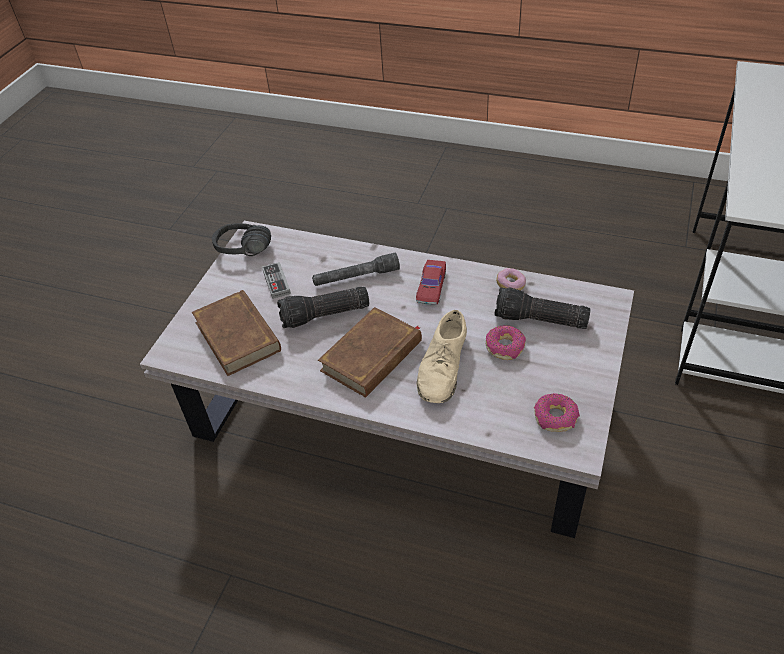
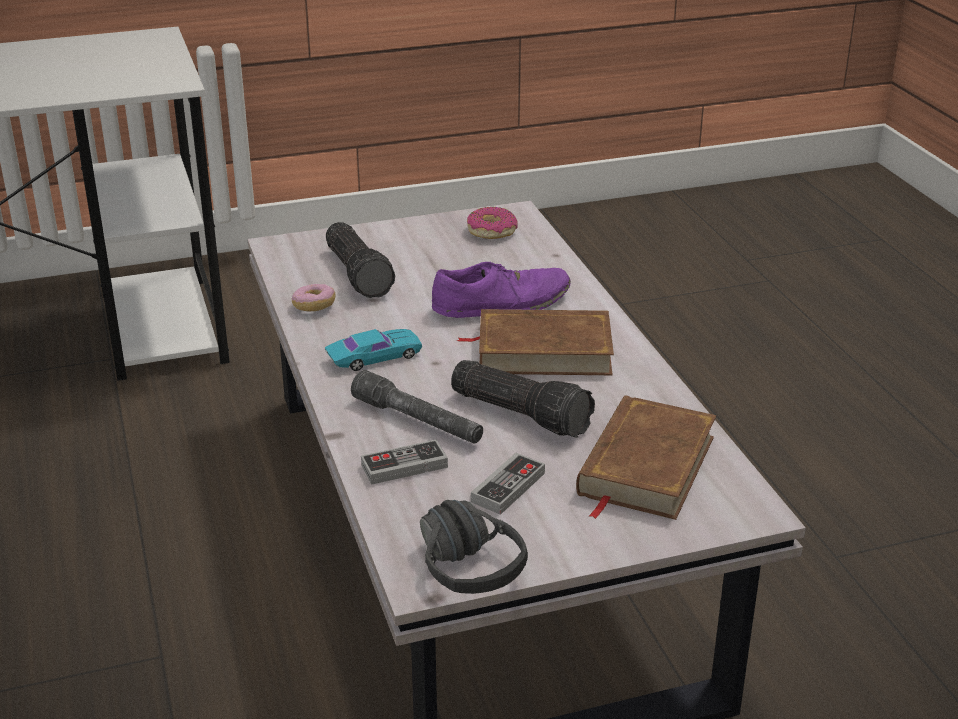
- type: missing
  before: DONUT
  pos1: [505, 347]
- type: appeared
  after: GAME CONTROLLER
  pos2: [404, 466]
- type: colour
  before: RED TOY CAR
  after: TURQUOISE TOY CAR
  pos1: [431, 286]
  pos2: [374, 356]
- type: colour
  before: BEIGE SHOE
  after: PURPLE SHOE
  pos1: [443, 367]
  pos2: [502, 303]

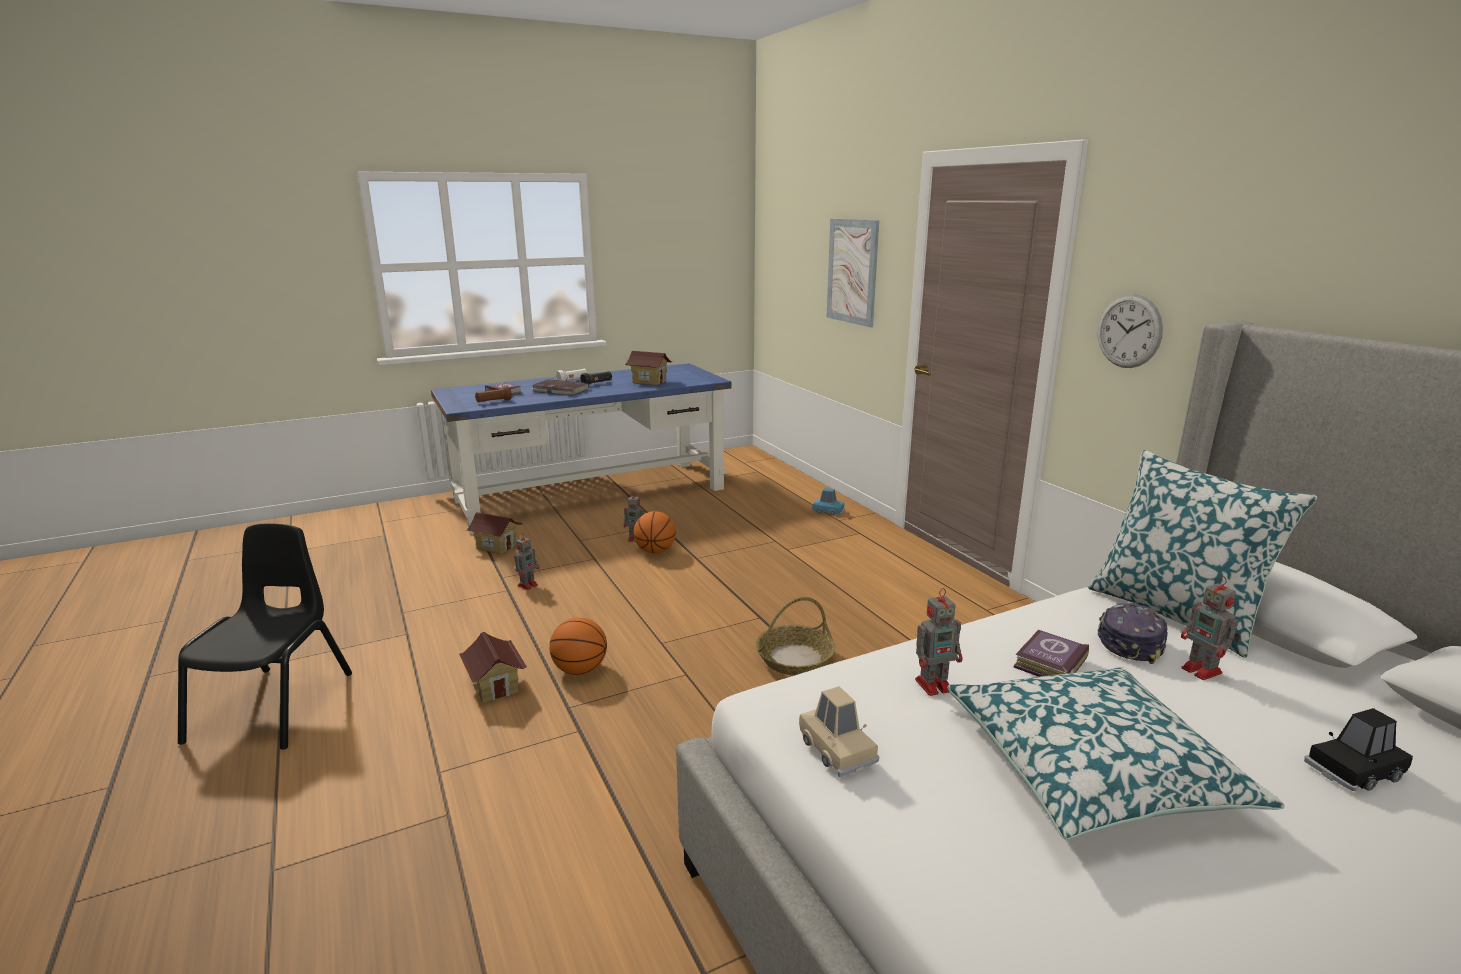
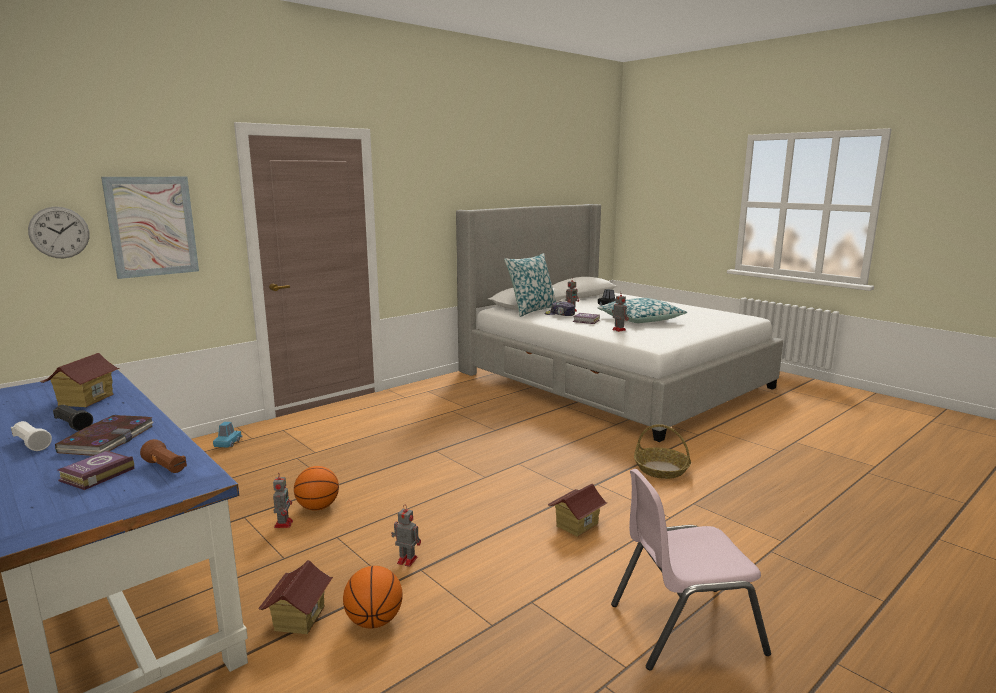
- type: missing
  before: BEIGE TOY CAR
  pos1: [837, 749]
- type: relocated
  before: BASKETBALL
  pos1: [580, 670]
  pos2: [374, 621]
- type: relocated
  before: BASKET
  pos1: [794, 659]
  pos2: [661, 469]
- type: relocated
  before: WALL CLOCK
  pos1: [1129, 331]
  pos2: [59, 232]
- type: colour
  before: BLACK CHAIR
  after: PINK CHAIR
  pos1: [274, 706]
  pos2: [684, 627]

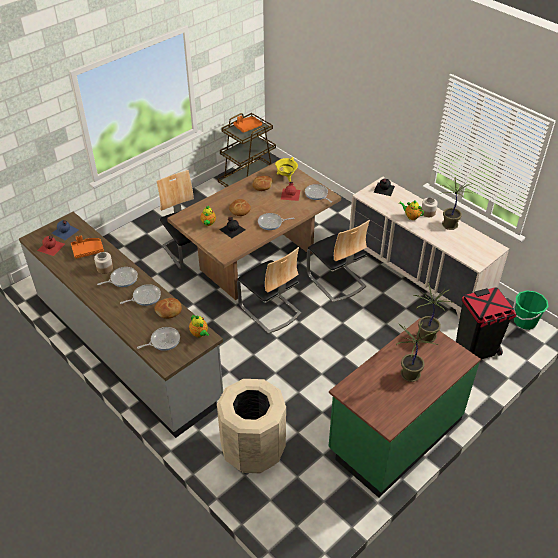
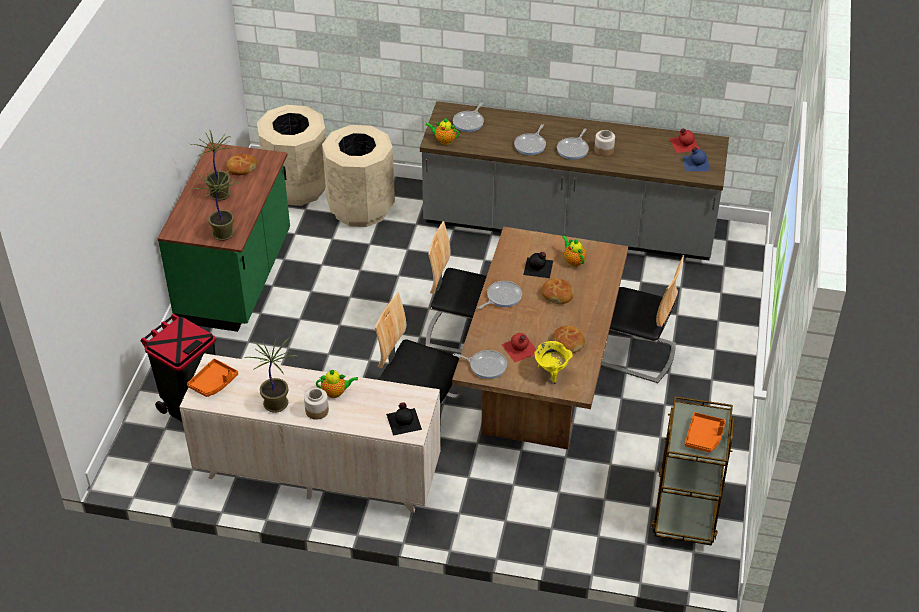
- type: missing
  before: GREEN BUCKET
  pos1: [524, 321]
- type: appeared
  after: BEIGE TRASH CAN
  pos2: [297, 187]
- type: relocated
  before: ORANGE TRAY
  pos1: [87, 250]
  pos2: [213, 383]
- type: relocated
  before: BREAD
  pos1: [169, 311]
  pos2: [241, 168]

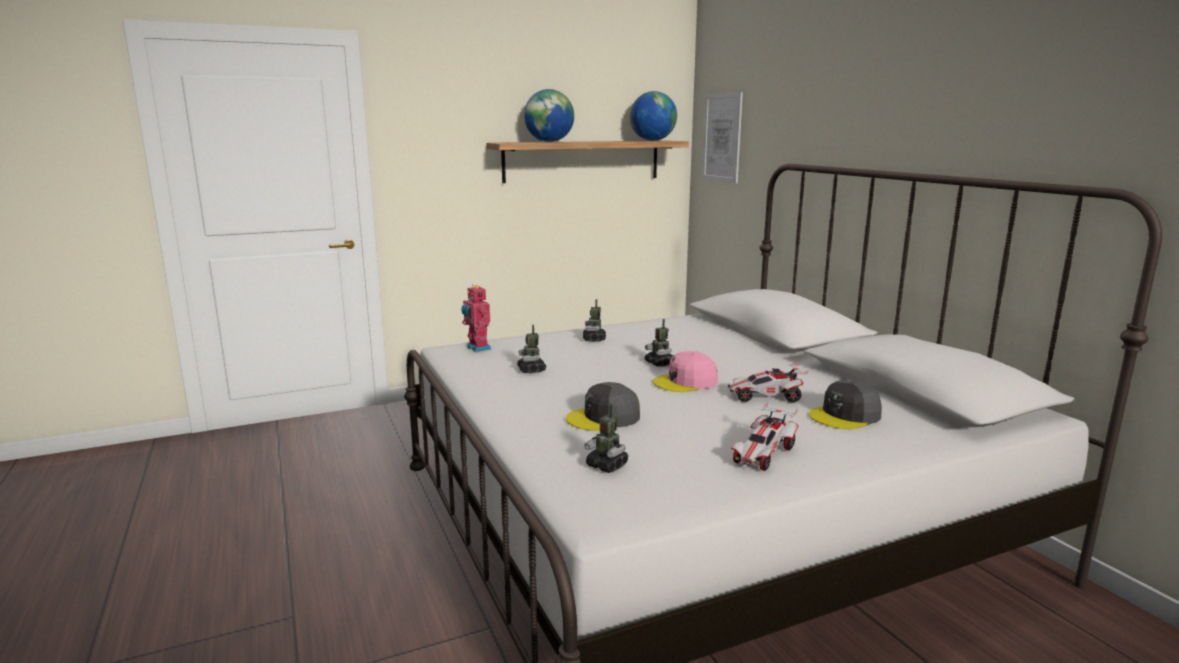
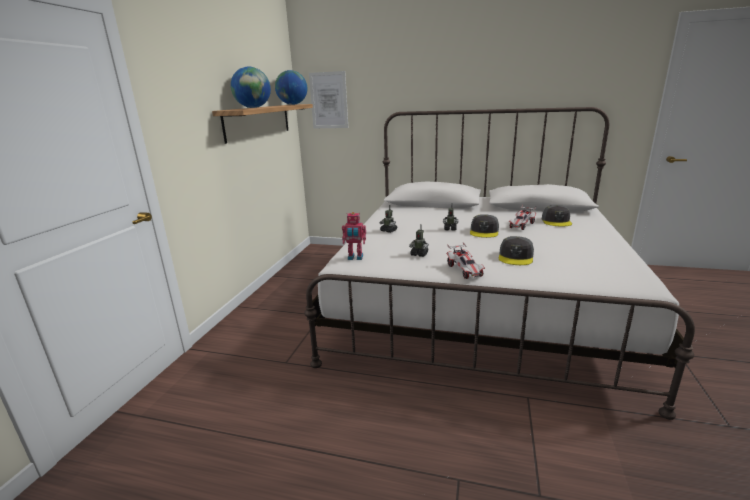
- type: missing
  before: TOY ROBOT
  pos1: [607, 466]
- type: relocated
  before: TOY CAR
  pos1: [763, 455]
  pos2: [465, 270]
- type: colour
  before: PINK CAP
  after: GREY CAP
  pos1: [686, 382]
  pos2: [484, 231]

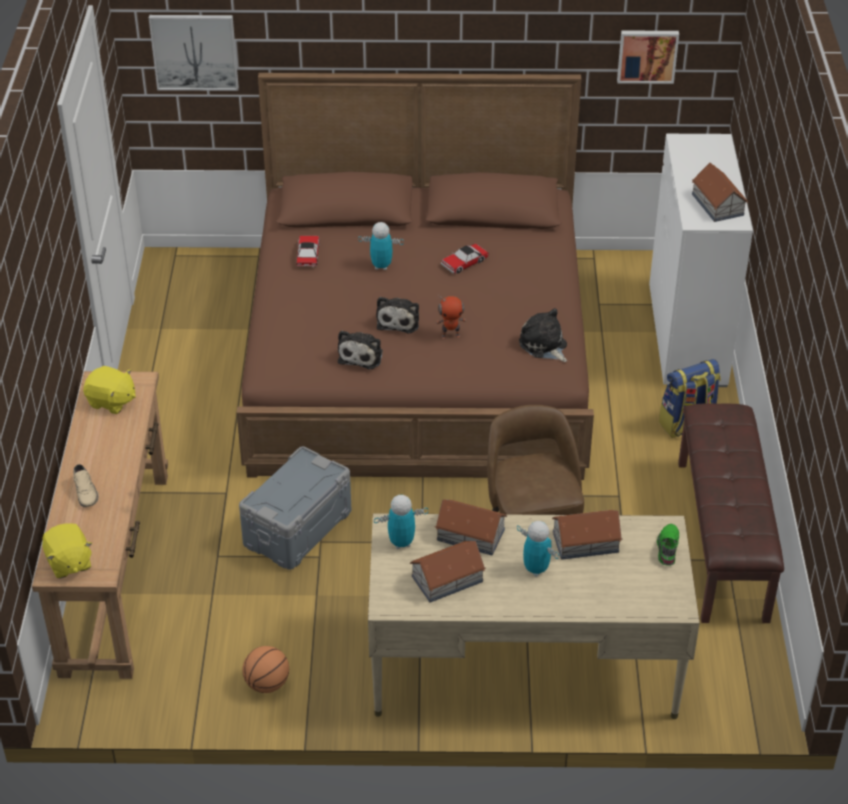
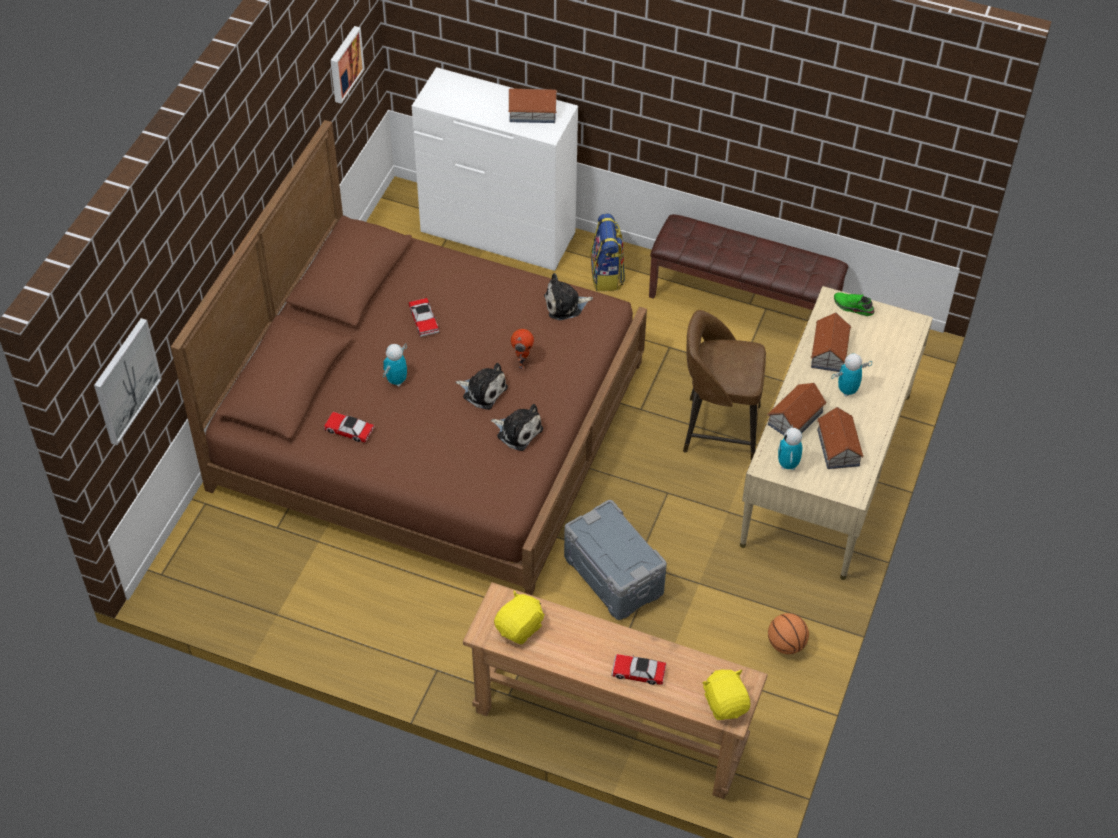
- type: exchanged
  before: BEIGE SHOE
  after: TOY CAR
  pos1: [86, 492]
  pos2: [638, 672]
- type: spun
  before: YELLOW PLUSH TOY
  pos1: [69, 563]
  pos2: [725, 703]
  turn: -105

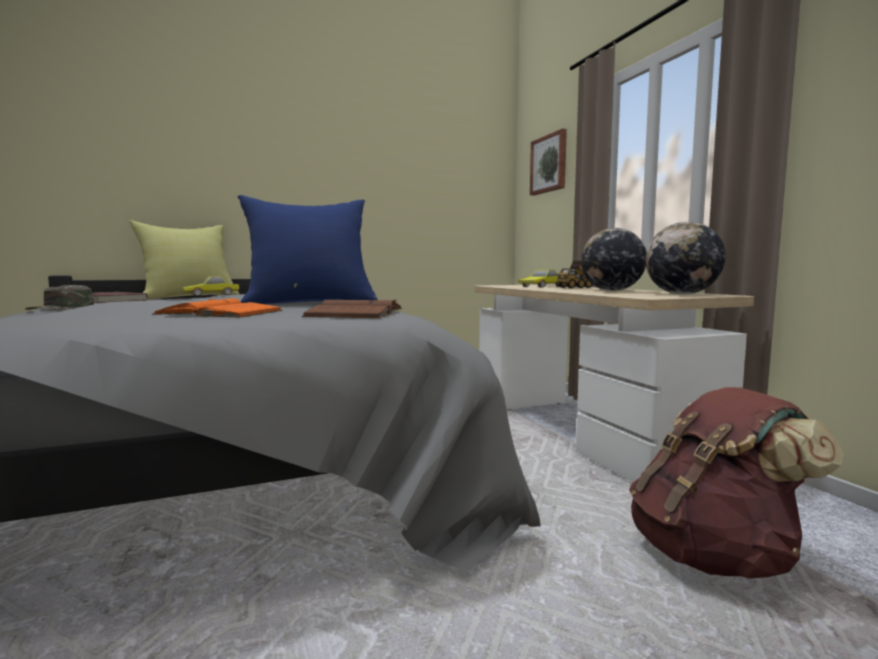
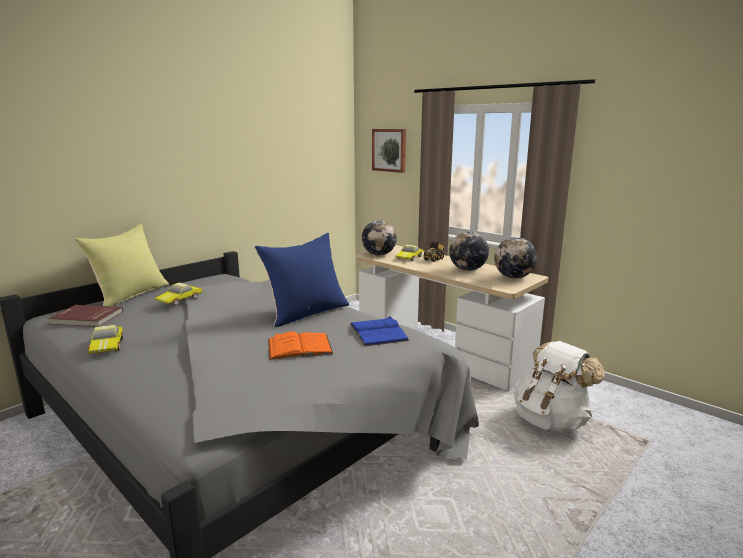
- type: appeared
  after: GLOBE
  pos2: [379, 255]
- type: exchanged
  before: GREEN CAP
  after: TOY CAR
  pos1: [62, 308]
  pos2: [108, 345]
- type: colour
  before: BROWN BOOK
  after: BLUE BOOK
  pos1: [356, 313]
  pos2: [378, 332]
- type: colour
  before: BROWN BACKPACK
  after: WHITE BACKPACK
  pos1: [714, 556]
  pos2: [551, 420]

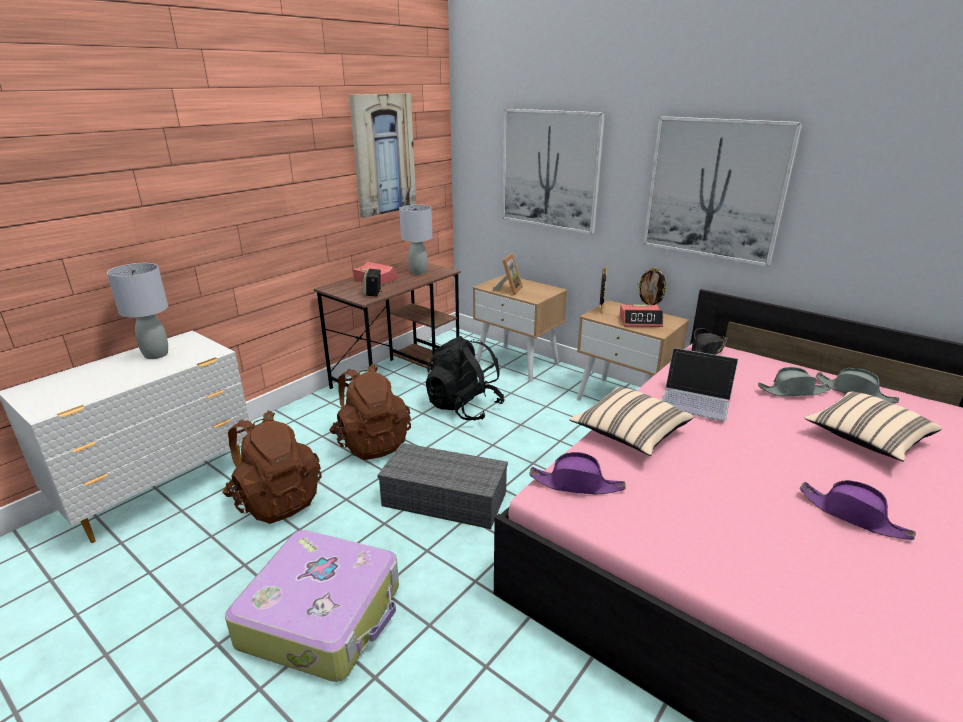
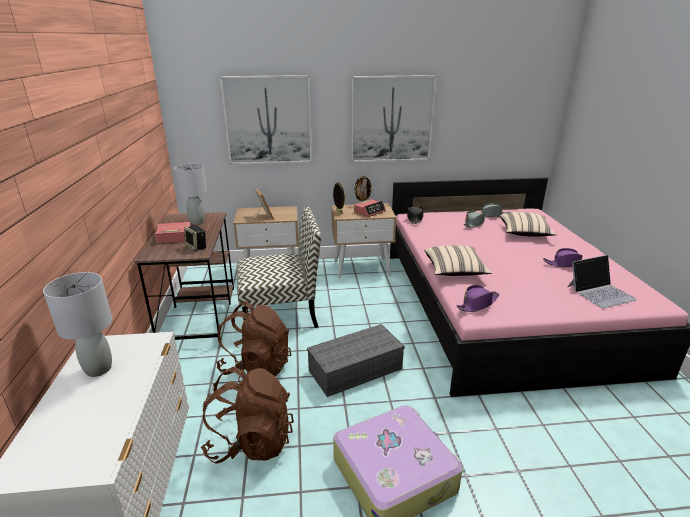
- type: missing
  before: PICTURE
  pos1: [383, 155]
- type: relocated
  before: LAPTOP
  pos1: [696, 399]
  pos2: [600, 292]
- type: exchanged
  before: BLACK BACKPACK
  after: CHAIR
  pos1: [464, 407]
  pos2: [281, 313]

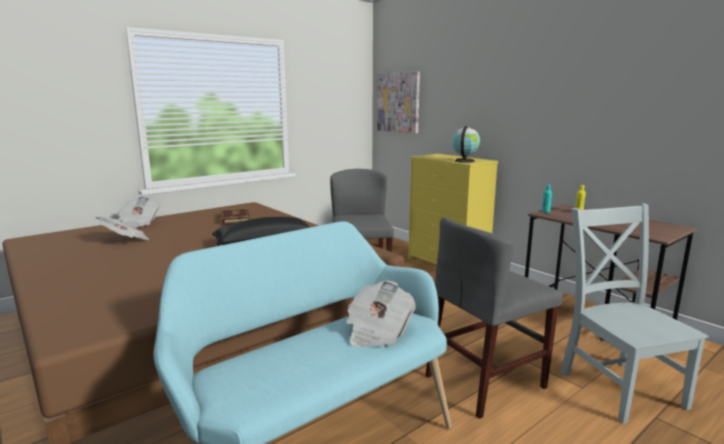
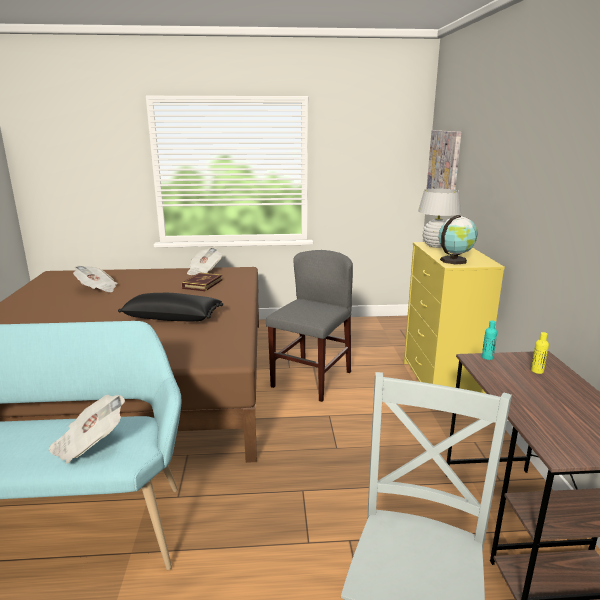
- type: missing
  before: GREY CHAIR
  pos1: [485, 381]
- type: appeared
  after: WHITE TABLE LAMP
  pos2: [436, 246]
- type: relocated
  before: NEWSPAPER
  pos1: [139, 223]
  pos2: [203, 271]

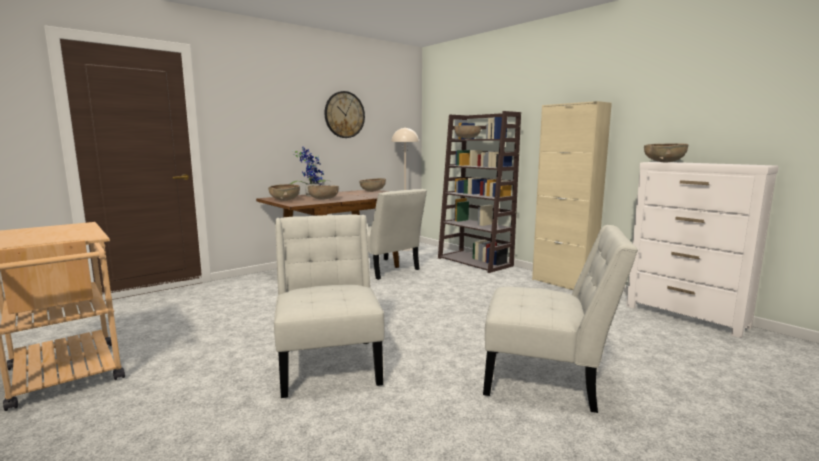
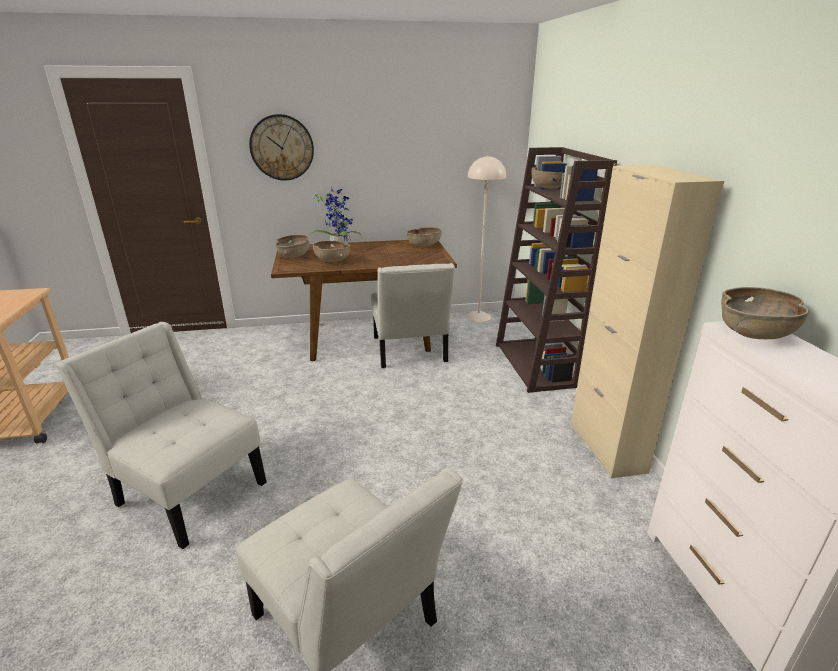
- type: relocated
  before: WALL CLOCK
  pos1: [344, 114]
  pos2: [282, 147]
- type: spun
  before: WHITE CHAIR
  pos1: [329, 363]
  pos2: [188, 490]
  turn: -75

